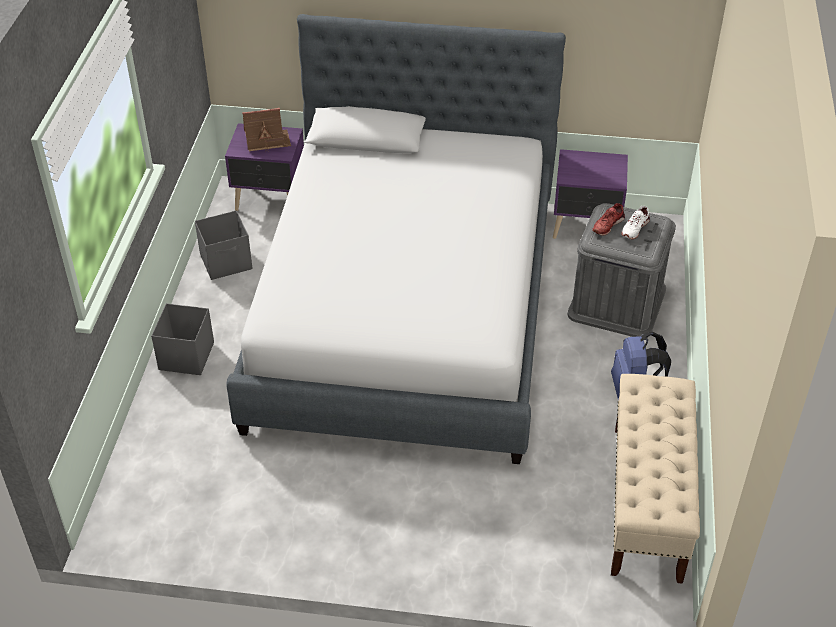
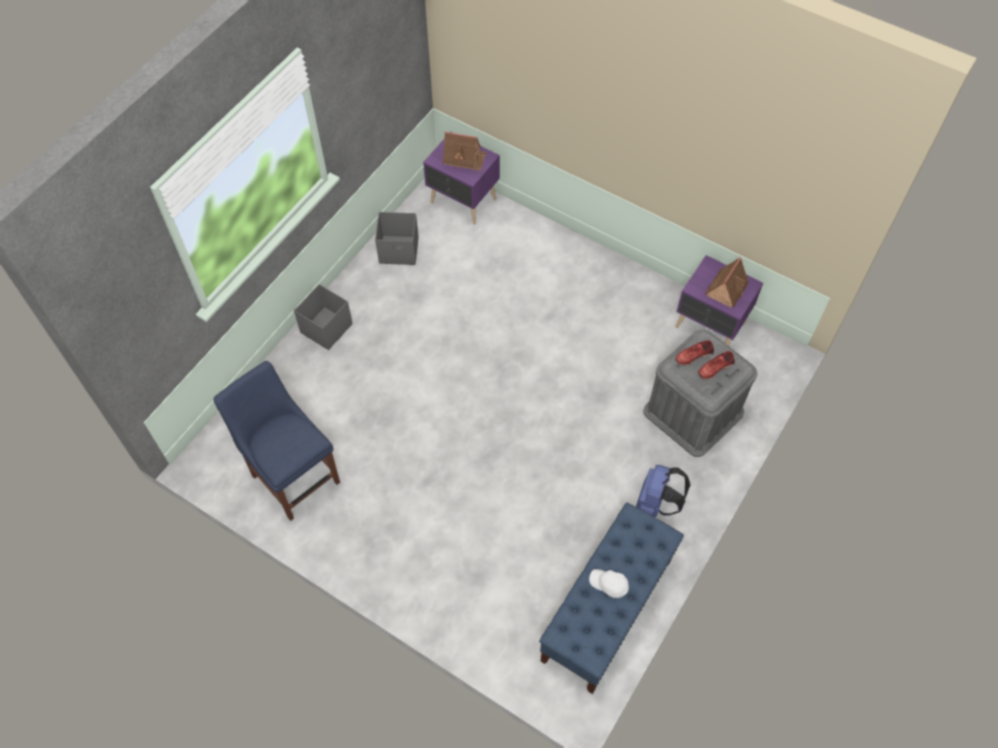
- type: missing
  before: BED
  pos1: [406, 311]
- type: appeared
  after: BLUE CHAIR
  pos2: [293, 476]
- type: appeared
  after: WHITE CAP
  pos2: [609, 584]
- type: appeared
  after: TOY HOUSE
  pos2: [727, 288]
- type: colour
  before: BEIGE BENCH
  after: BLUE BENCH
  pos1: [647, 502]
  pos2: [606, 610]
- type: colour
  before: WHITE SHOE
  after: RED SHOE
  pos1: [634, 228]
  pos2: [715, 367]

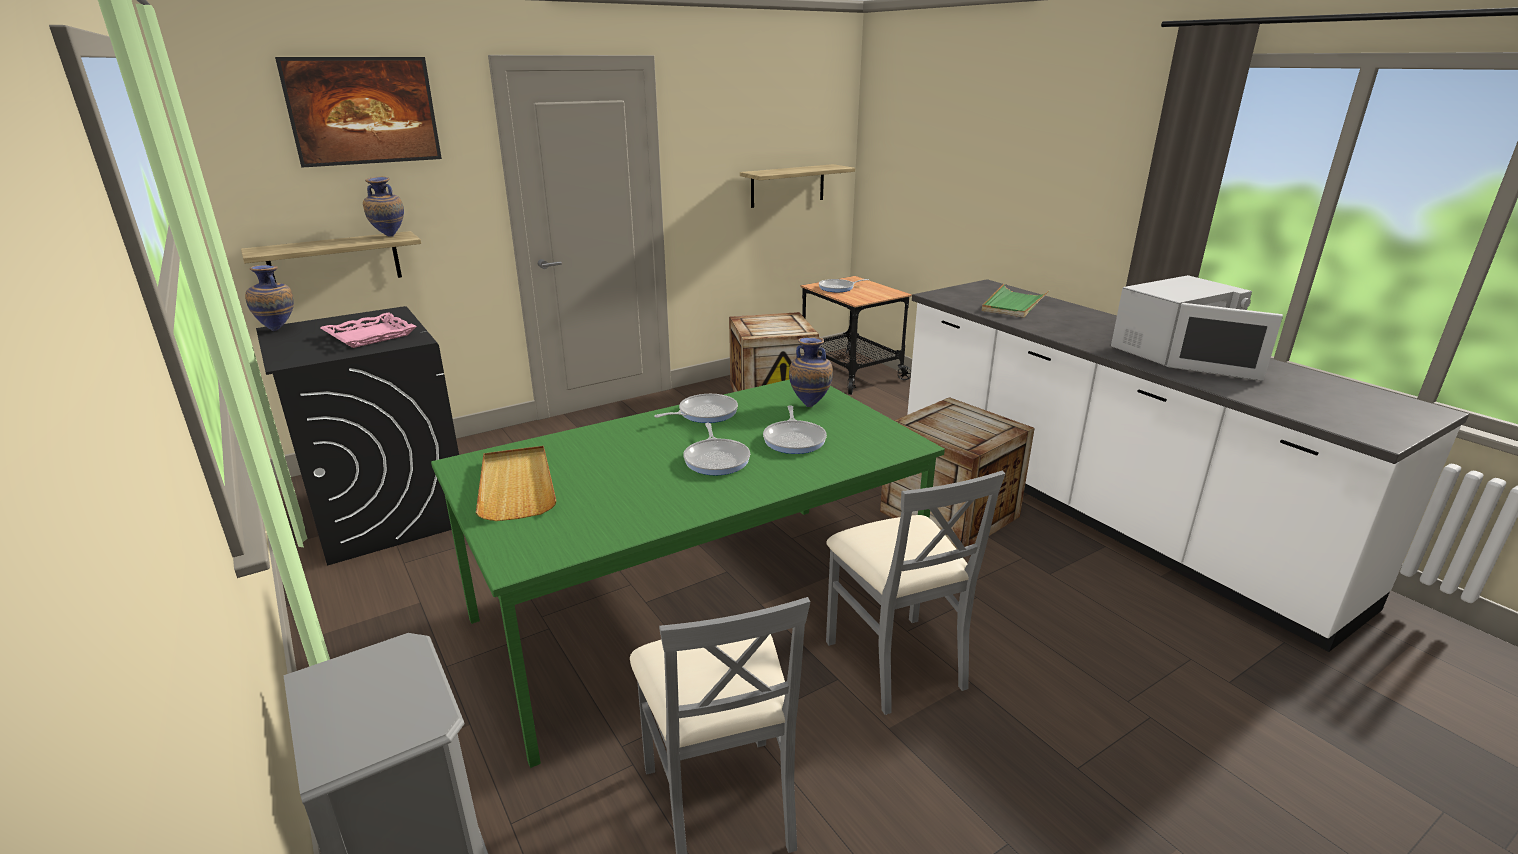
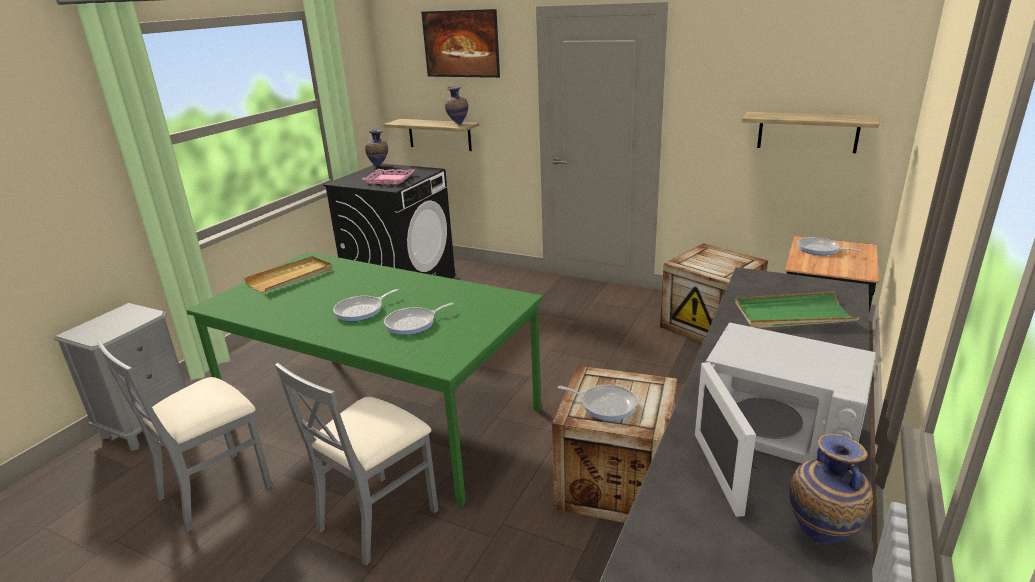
- type: relocated
  before: FRYING PAN
  pos1: [704, 413]
  pos2: [605, 405]
- type: relocated
  before: VASE
  pos1: [810, 405]
  pos2: [822, 538]

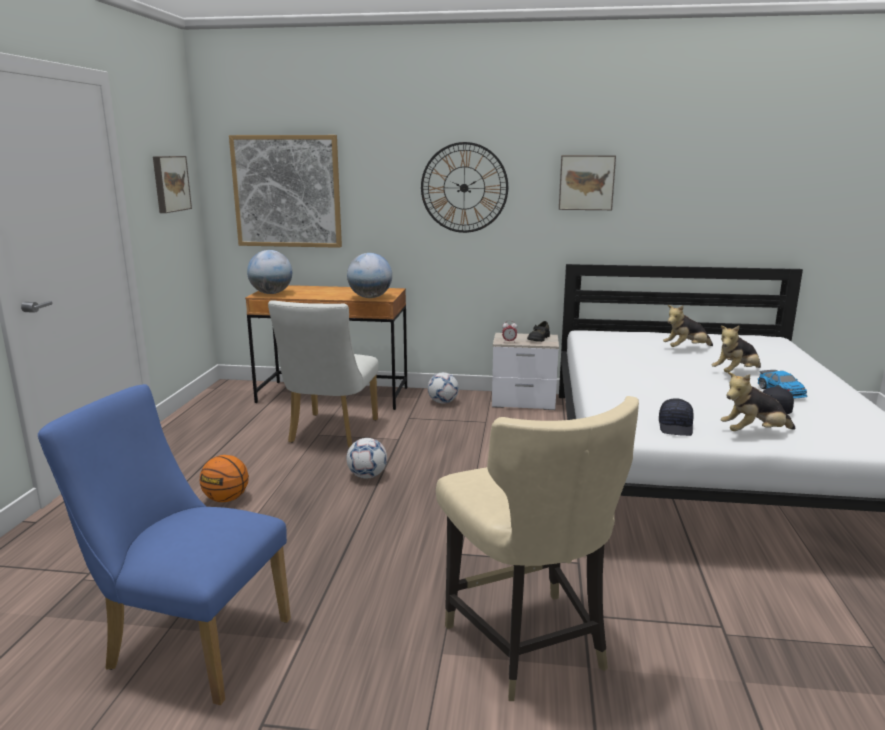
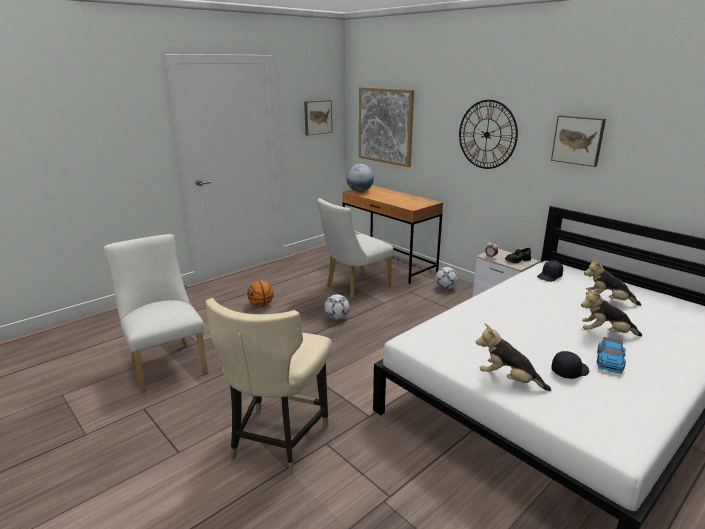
- type: missing
  before: GLOBE
  pos1: [370, 297]
- type: relocated
  before: BLACK CAP
  pos1: [676, 427]
  pos2: [549, 276]
- type: colour
  before: BLUE CHAIR
  after: WHITE CHAIR
  pos1: [189, 642]
  pos2: [166, 363]

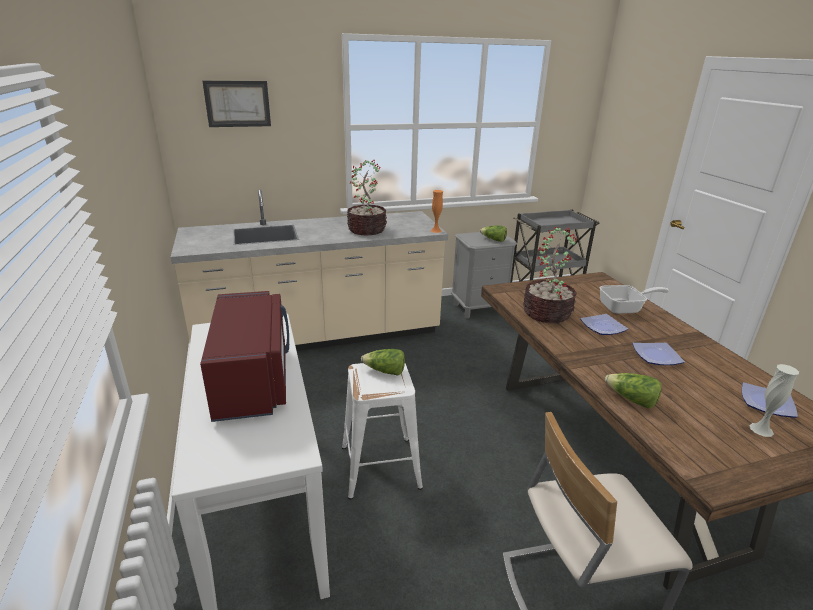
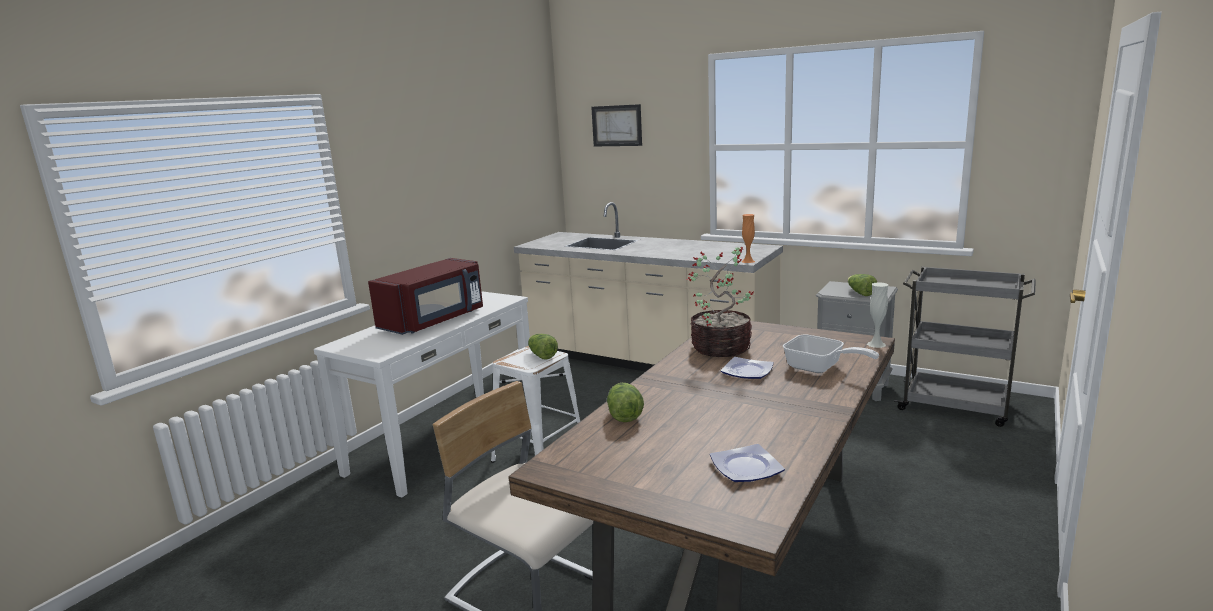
- type: missing
  before: POTTED PLANT
  pos1: [367, 229]
- type: missing
  before: PLATE
  pos1: [655, 356]
- type: relocated
  before: WHITE VASE
  pos1: [761, 429]
  pos2: [876, 344]

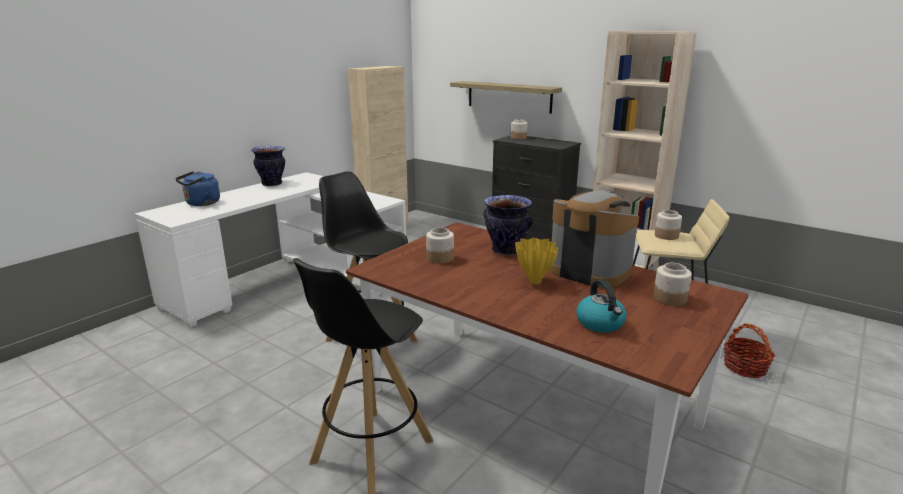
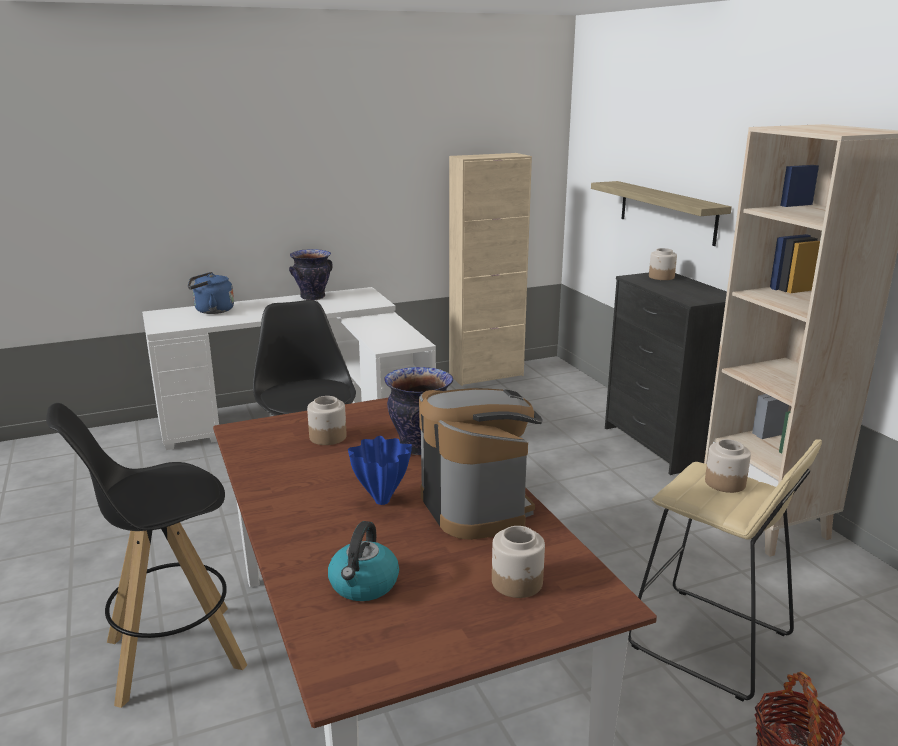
- type: colour
  before: YELLOW VASE
  after: BLUE VASE
  pos1: [534, 281]
  pos2: [382, 500]

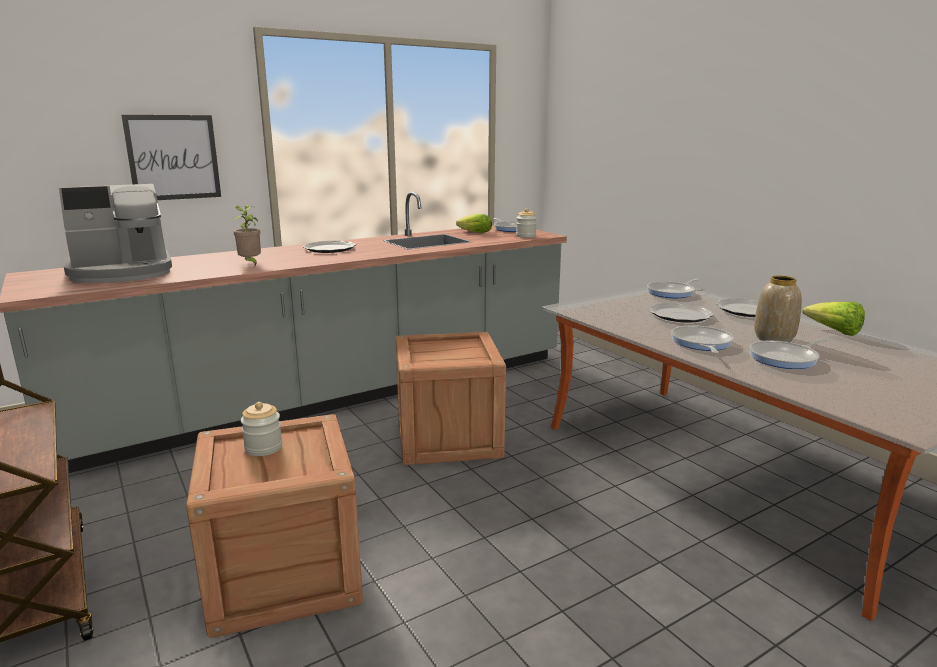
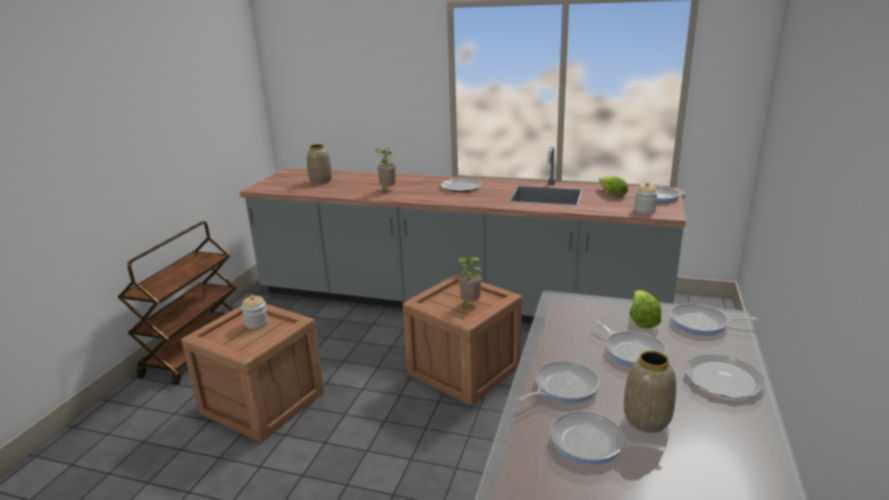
- type: missing
  before: PICTURE
  pos1: [173, 157]
- type: appeared
  after: POTTED PLANT
  pos2: [469, 304]
- type: relocated
  before: LETTUCE
  pos1: [834, 332]
  pos2: [642, 320]
- type: exchanged
  before: COFFEE MACHINE
  after: VASE
  pos1: [122, 272]
  pos2: [321, 181]
- type: exchanged
  before: PLATE
  after: FRYING PAN
  pos1: [680, 315]
  pos2: [632, 351]

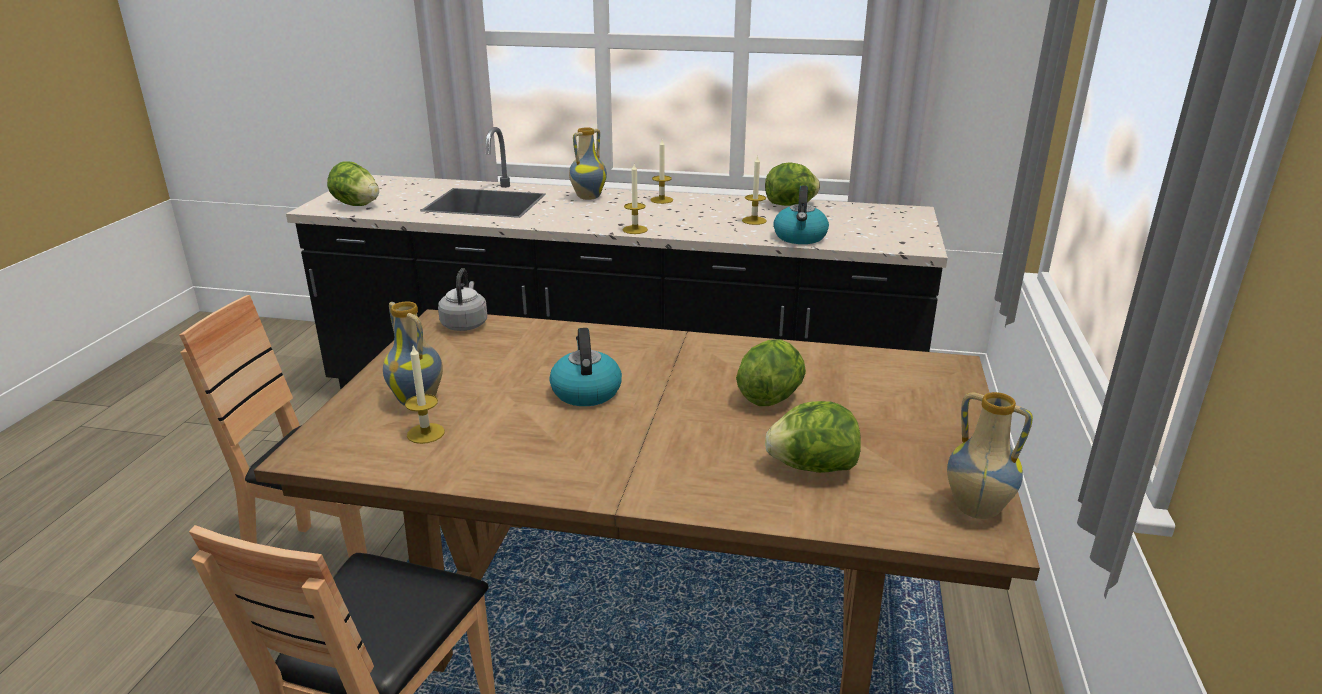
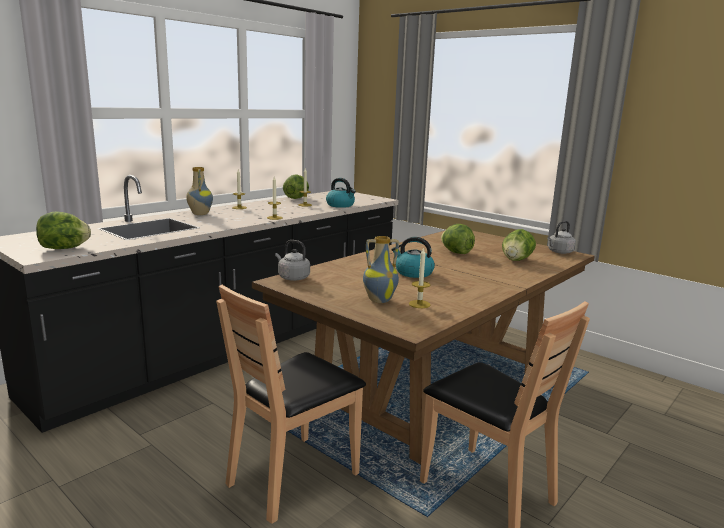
- type: exchanged
  before: VASE
  after: GREY KETTLE
  pos1: [975, 510]
  pos2: [559, 252]

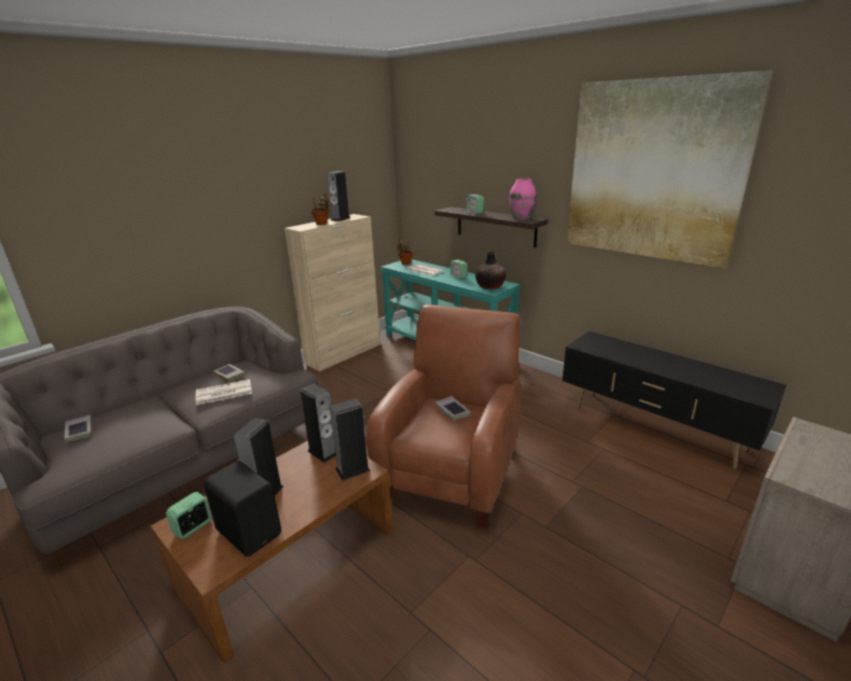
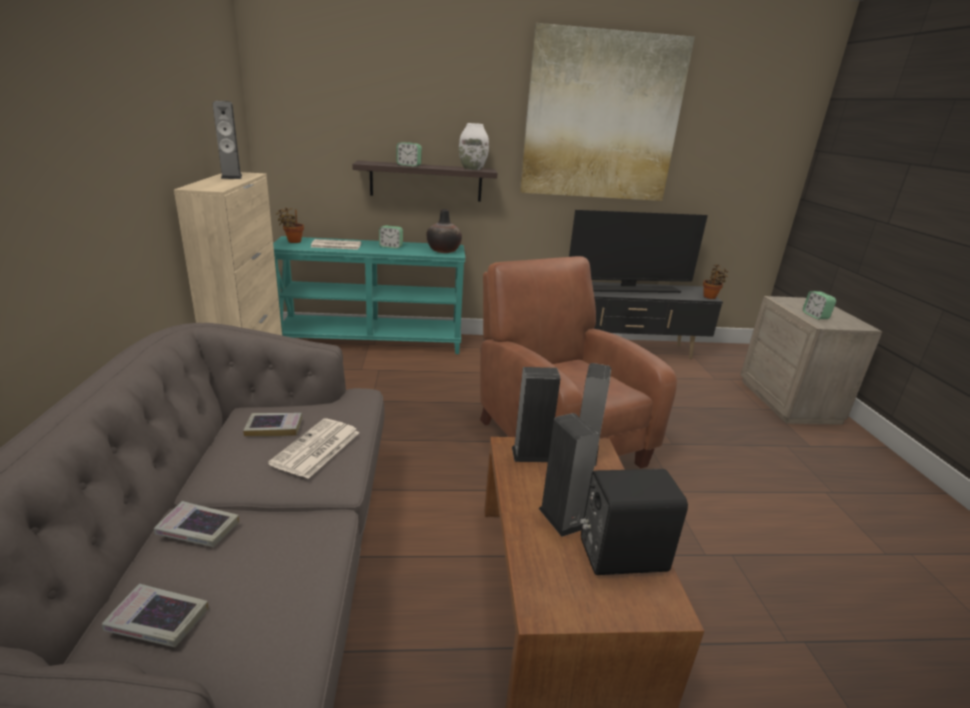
- type: appeared
  after: TELEVISION
  pos2: [627, 289]
- type: relocated
  before: ALARM CLOCK
  pos1: [193, 527]
  pos2: [815, 316]
- type: relocated
  before: POTTED PLANT
  pos1: [322, 223]
  pos2: [710, 297]
- type: relocated
  before: BOOK
  pos1: [452, 411]
  pos2: [198, 529]
- type: colour
  before: PINK VASE
  after: WHITE VASE
  pos1: [521, 218]
  pos2: [472, 168]

